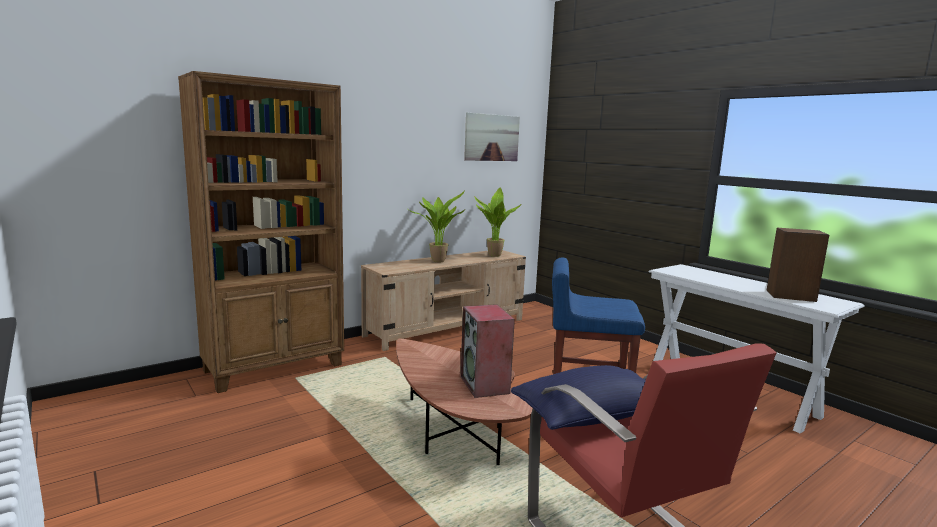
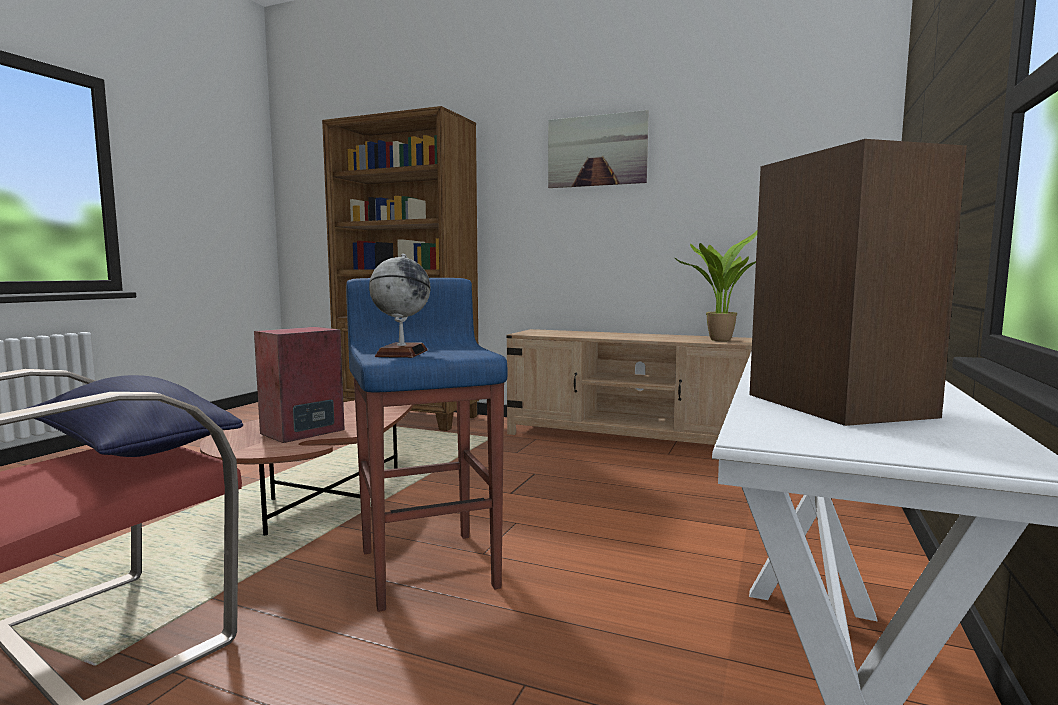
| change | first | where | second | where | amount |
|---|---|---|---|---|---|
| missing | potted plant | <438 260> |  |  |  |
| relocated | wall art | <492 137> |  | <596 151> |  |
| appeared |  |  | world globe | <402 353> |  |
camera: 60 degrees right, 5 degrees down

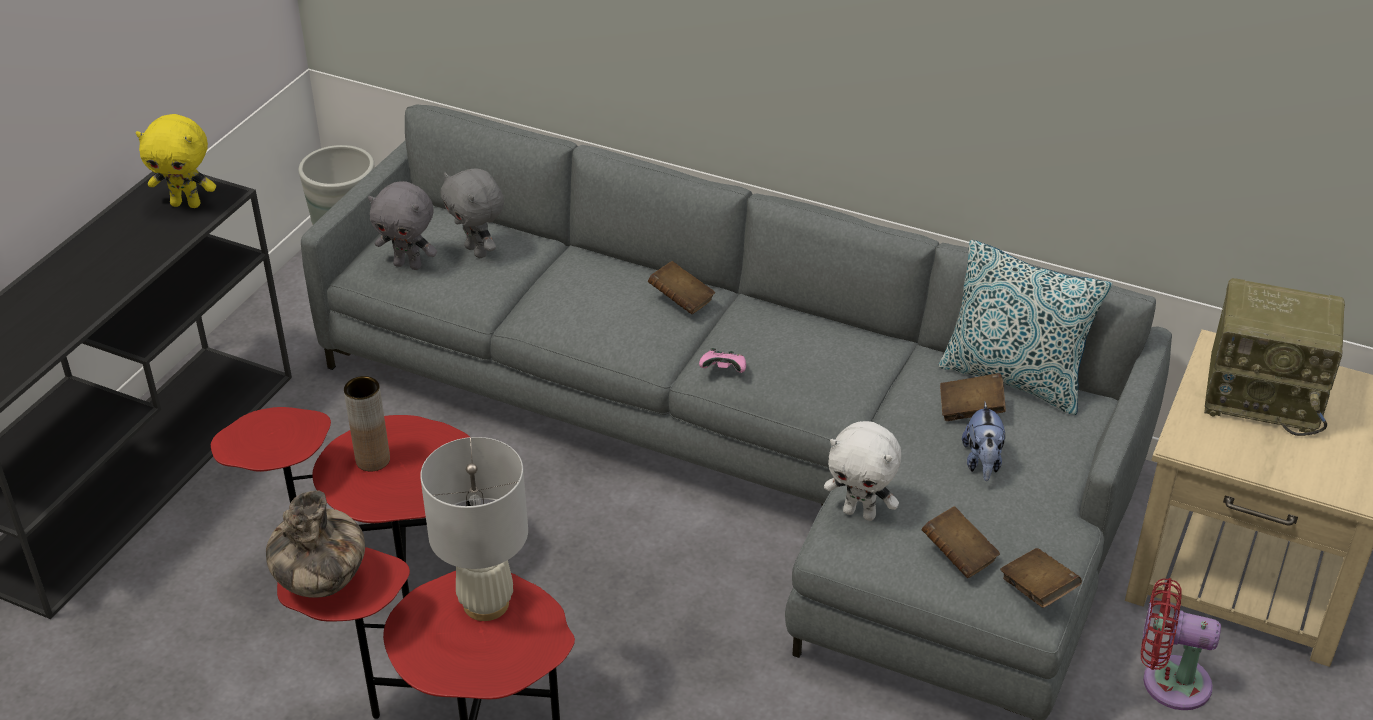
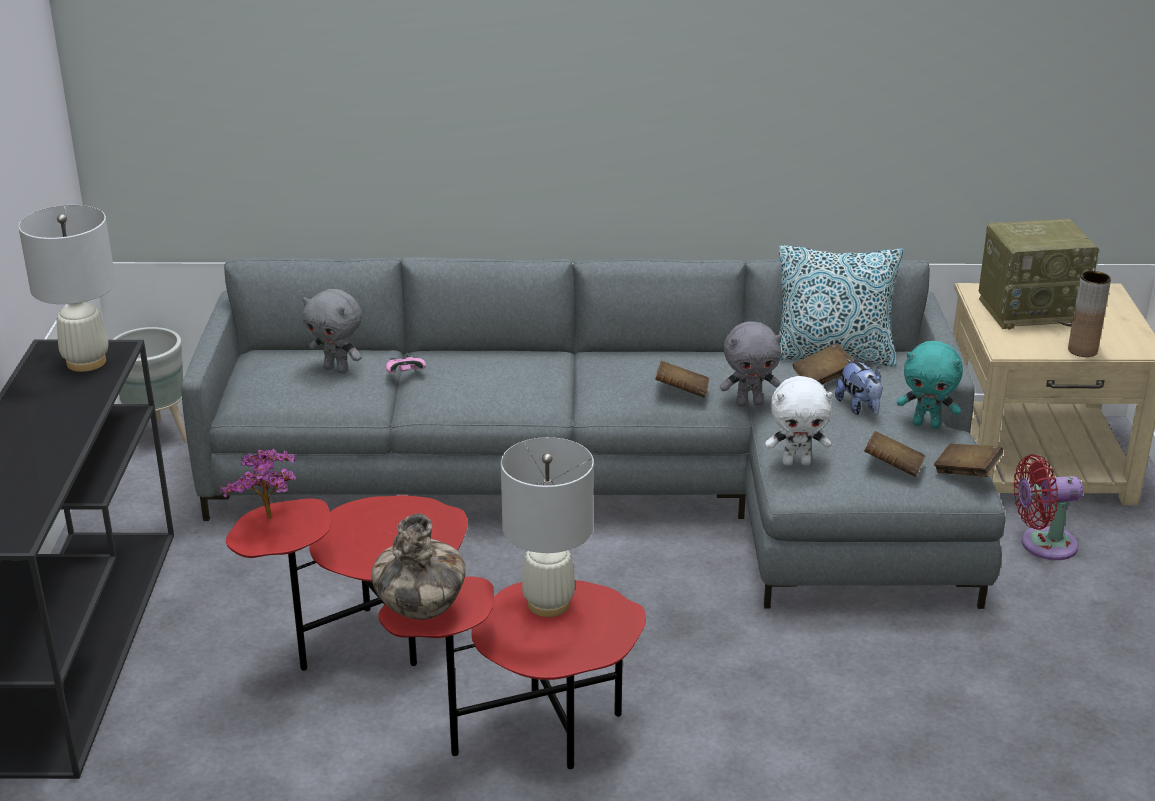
| change | first | where | second | where | amount |
|---|---|---|---|---|---|
| exchanged | yellow-coloured plush toy | <187 204> | whitish table lamp | <86 362> |  |
| relocated | brown-coloured vase | <373 460> |  | <1082 350> |  |
| relocated | grey plush toy | <409 265> |  | <749 403> |  |
| relocated | brown-coloured bound book | <681 300> |  | <681 392> |  |
| relocated | pink-coloured joypad | <724 370> |  | <405 374> |  |
| appeared |  |  | potted plant | <270 521> |  |
| appeared |  |  | turquoise plush toy | <926 424> |  |
camera: 25 degrees left, 10 degrees down

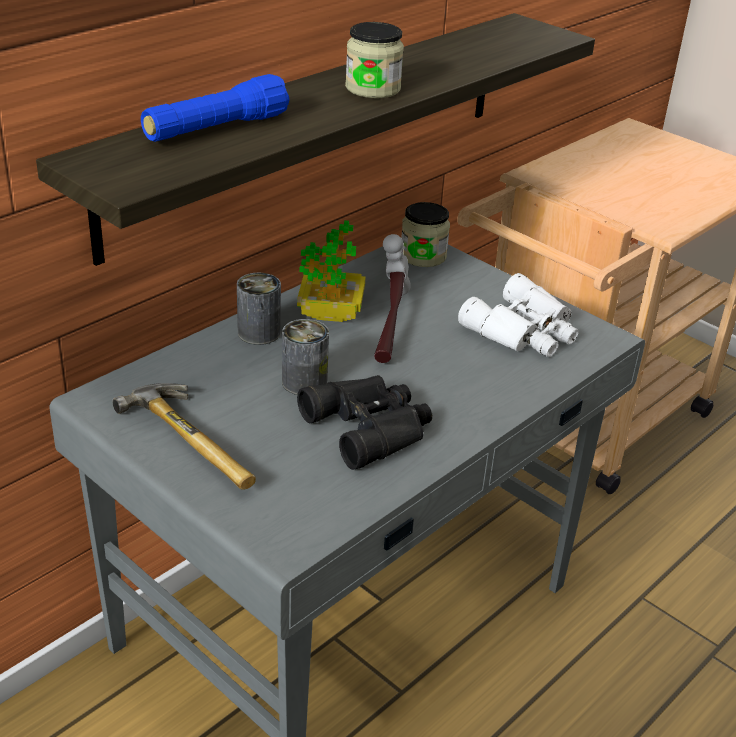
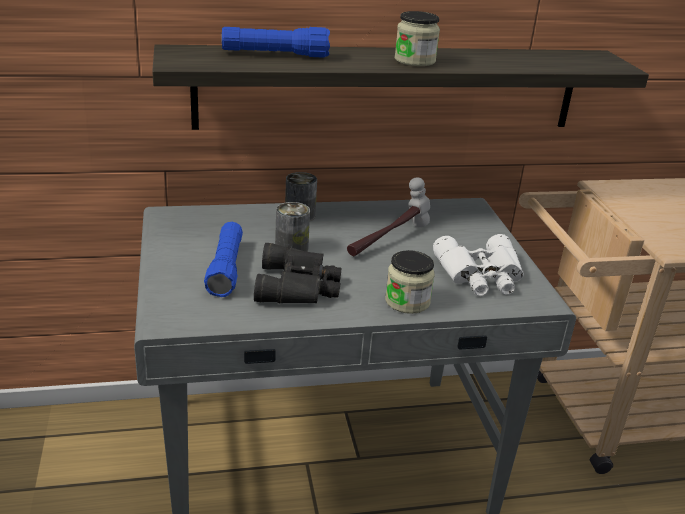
| change | first | where | second | where | amount |
|---|---|---|---|---|---|
| missing | hand hammer | <198 440> |  |  |  |
| missing | potted plant | <331 313> |  |  |  |
| relocated | preserve jar | <423 256> |  | <407 301> |  |
| appeared |  |  | bluish flashlight | <226 268> |  |
camera: 35 degrees right, 5 degrees down

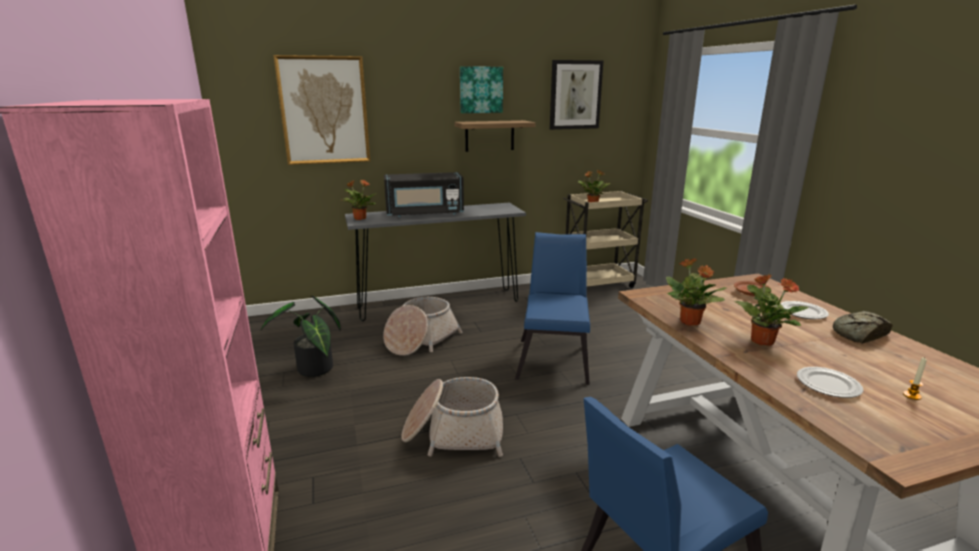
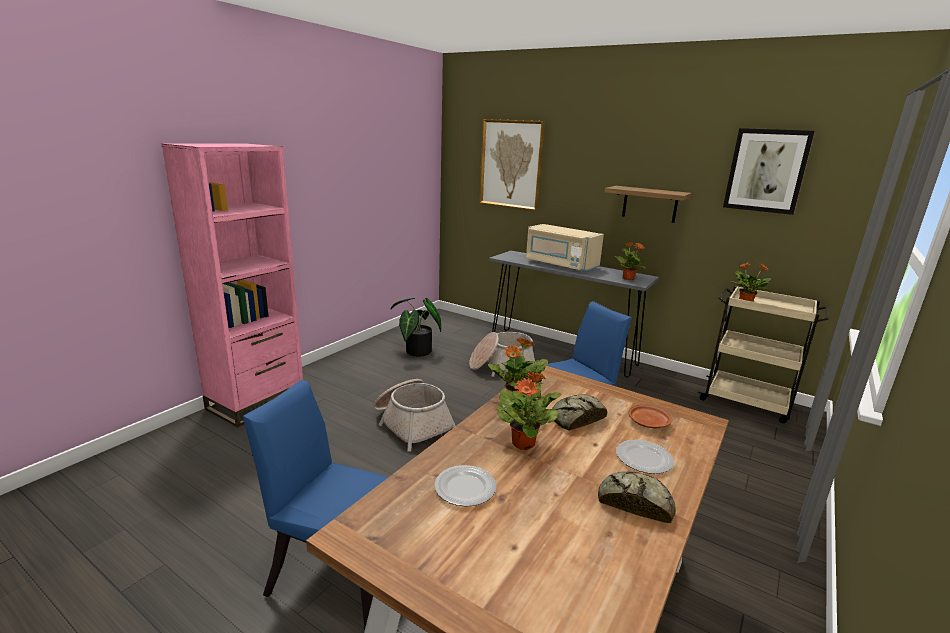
| change | first | where | second | where | amount |
|---|---|---|---|---|---|
| relocated | potted plant | <359 218> |  | <628 278> |  |
| colour | black-coloured microwave oven | <424 213> | beige-coloured microwave oven | <560 264> |  |
| missing | wall art | <480 90> |  |  |  |
| missing | wax light | <911 396> |  |  |  |
| appeared |  |  | bread | <575 418> |  |
camera: 50 degrees right, 0 degrees up

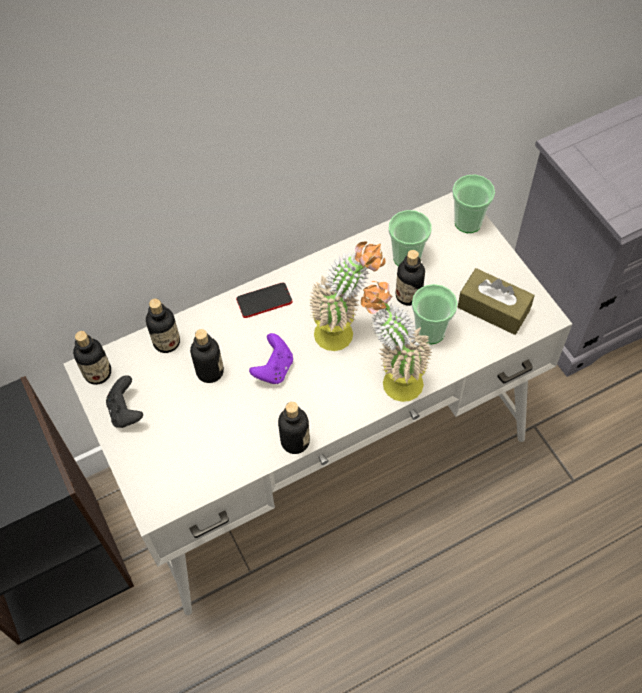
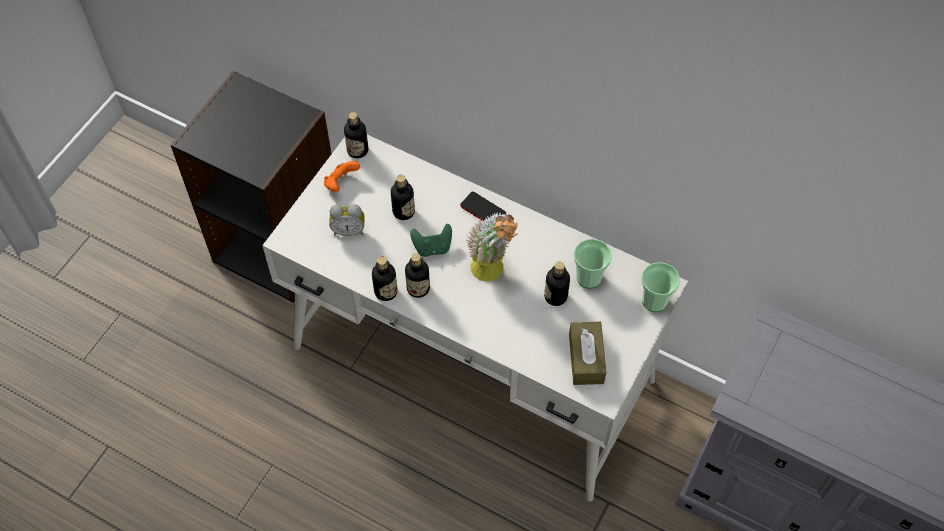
| change | first | where | second | where | amount |
|---|---|---|---|---|---|
| colour | black-coloured joypad | <126 412> | orangey joypad | <341 183> |  |
| relocated | bottle | <166 342> |  | <418 288> |  |
| colour | purplish joypad | <274 369> | greenish joypad | <432 247> |  |
| missing | potted plant | <392 380> |  |  |  |
| missing | cup | <430 332> |  |  |  |
| appeared |  |  | bedside clock | <349 230> |  |
camera: 55 degrees right, 0 degrees up

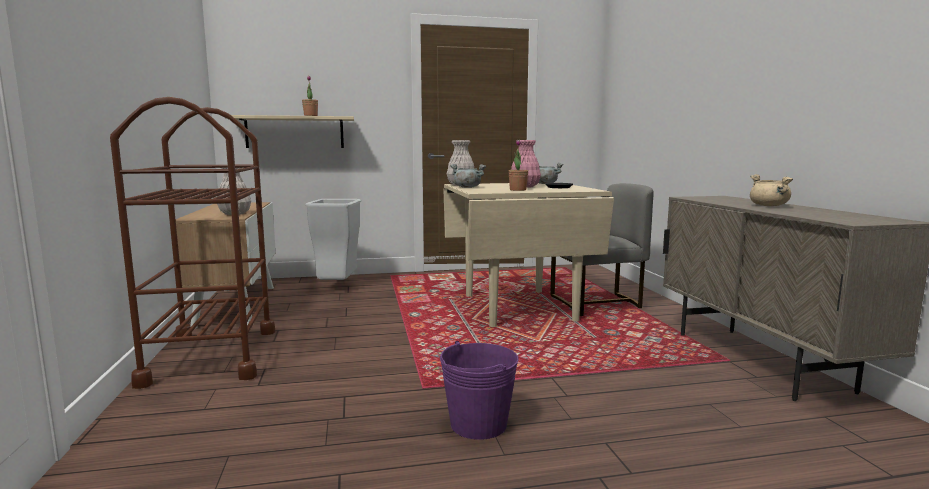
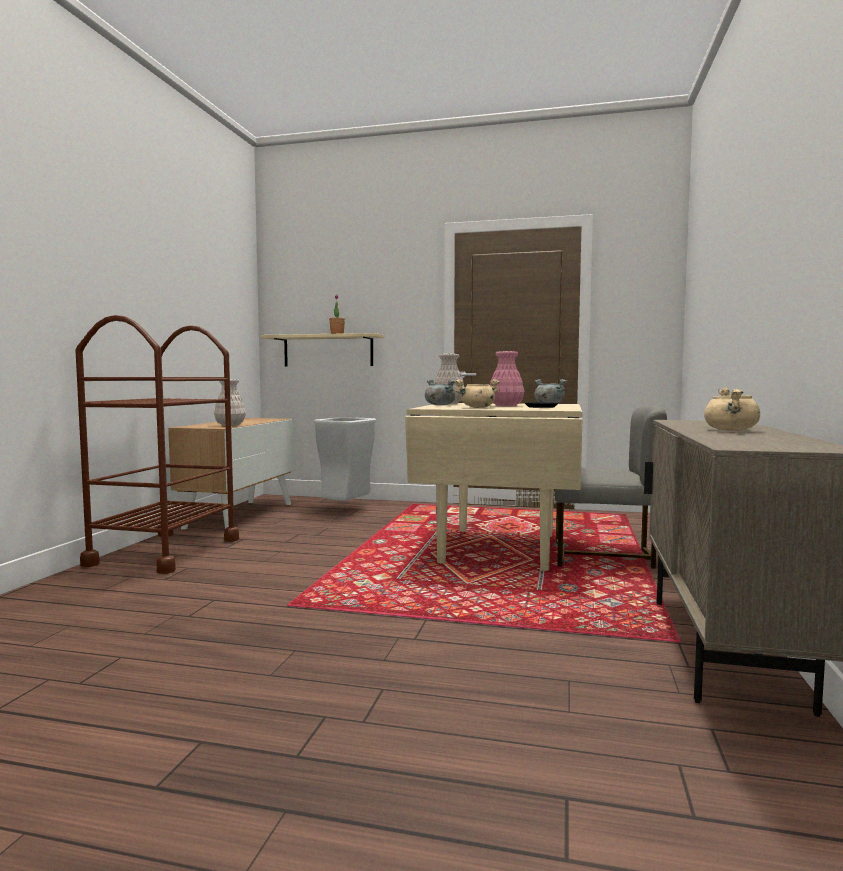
| change | first | where | second | where | amount |
|---|---|---|---|---|---|
| missing | purplish pail | <478 424> |  |  |  |
| exchanged | potted plant | <518 190> | beige-coloured cooking pot | <477 407> |  |
camera: 25 degrees right, 5 degrees down

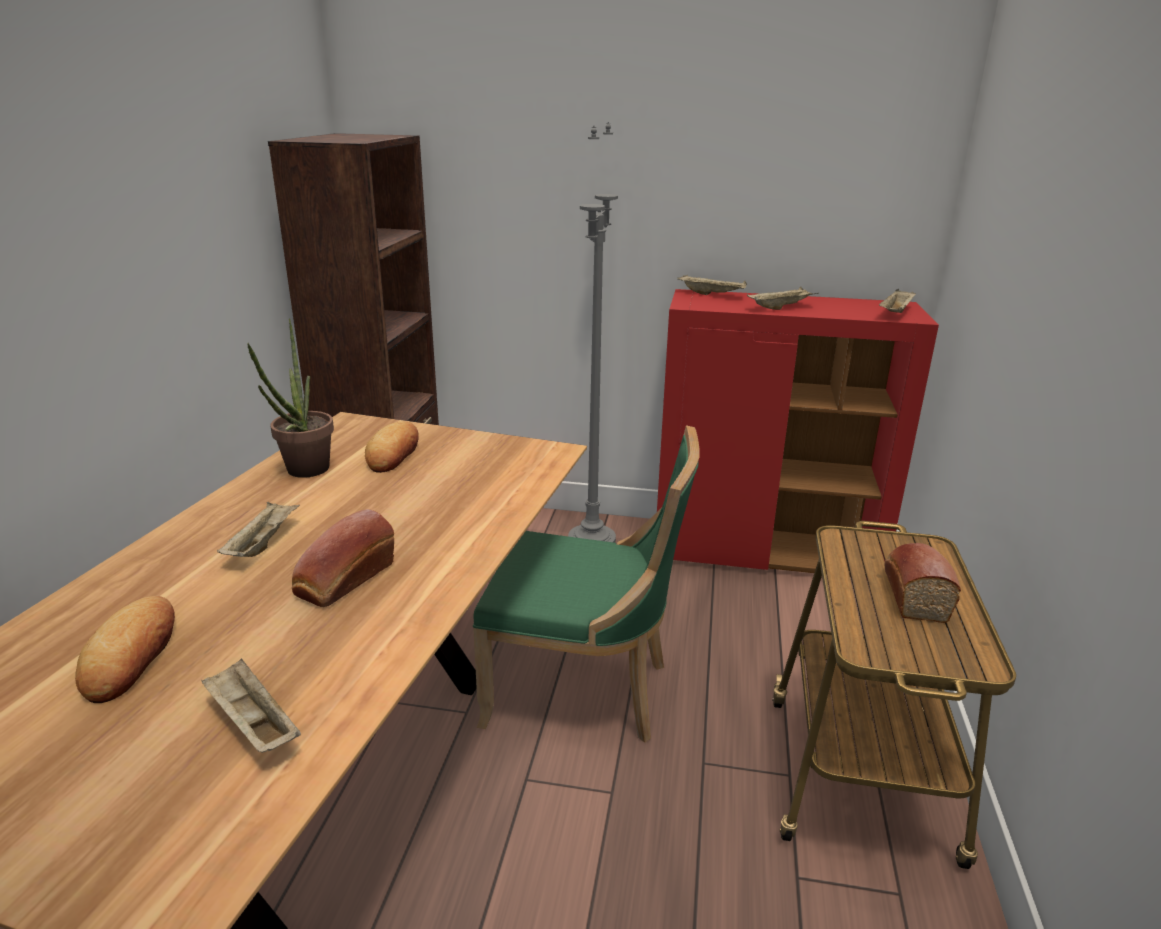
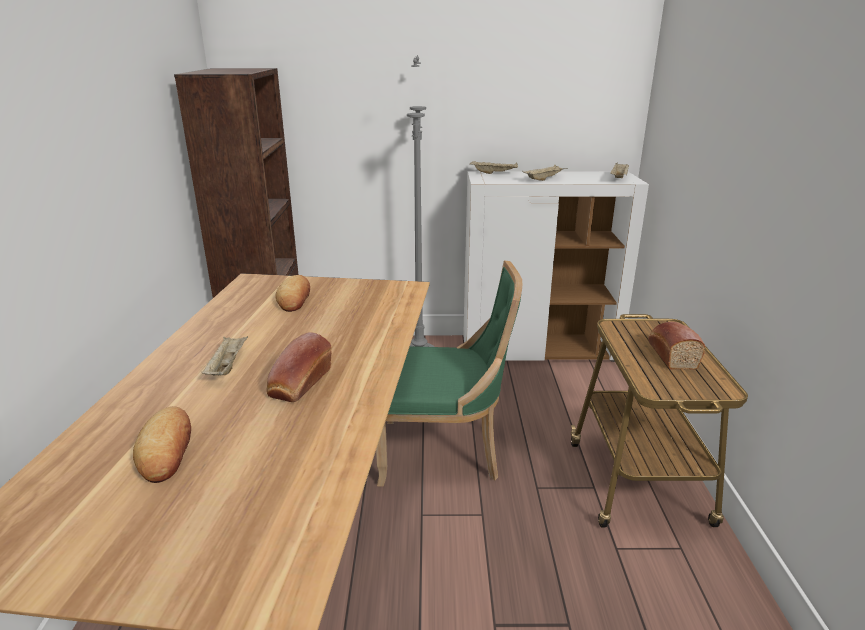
| change | first | where | second | where | amount |
|---|---|---|---|---|---|
| missing | beige-coloured carrying tray | <252 724> |  |  |  |
| missing | potted plant | <304 473> |  |  |  |
| colour | reddish storage cabinet | <766 553> | whitish storage cabinet | <539 350> |  |
camera: 10 degrees left, 0 degrees up

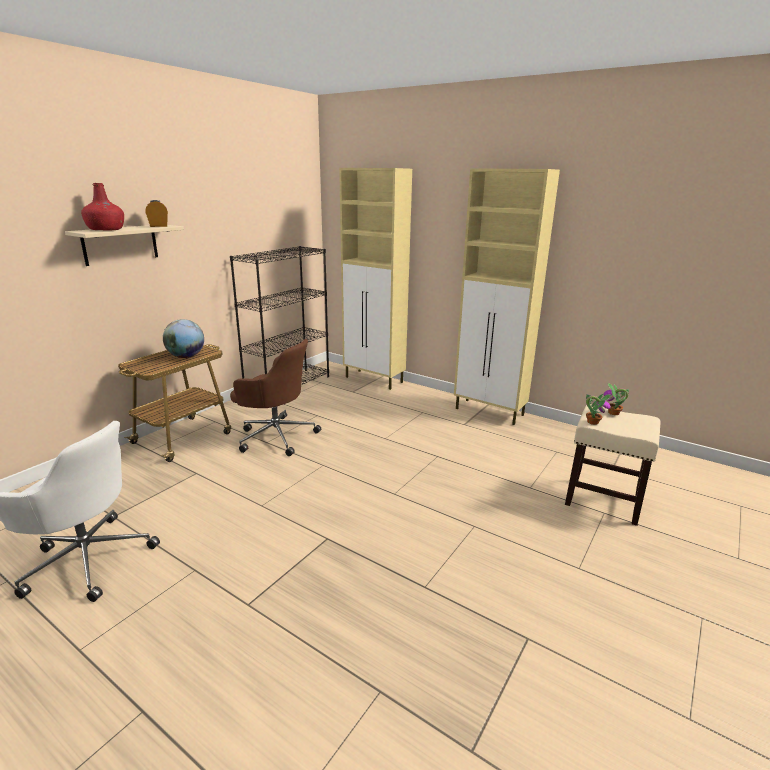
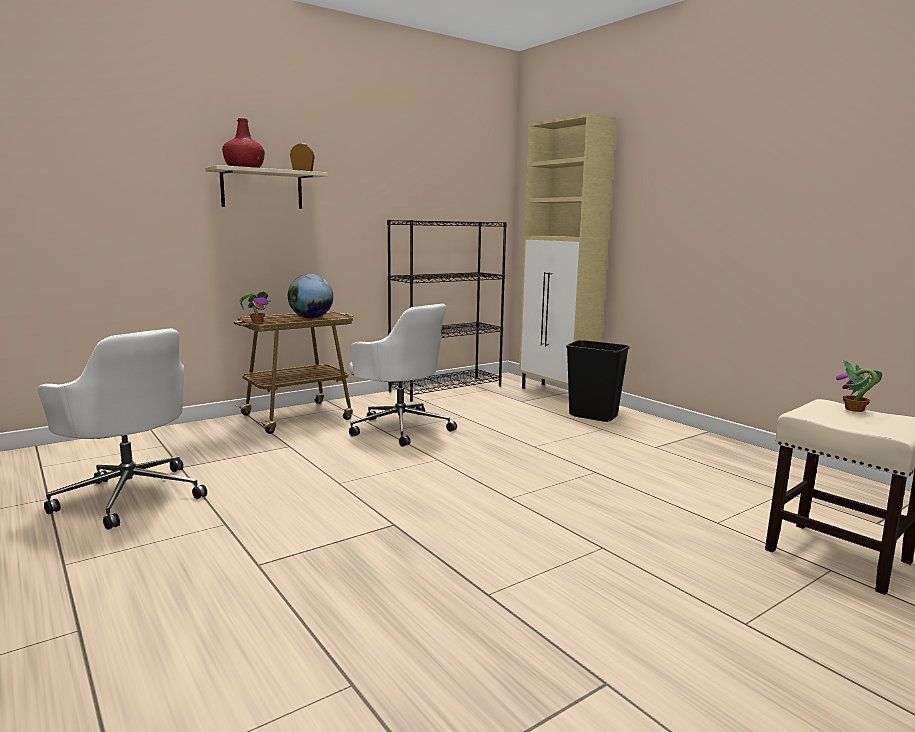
| change | first | where | second | where | amount |
|---|---|---|---|---|---|
| colour | brown-coloured desk chair | <276 436> | whitish desk chair | <400 428> |  |
| missing | beige-coloured storage cabinet | <490 412> |  |  |  |
| relocated | potted plant | <592 422> |  | <257 321> |  |
| appeared |  |  | black-coloured trash can | <593 416> |  |
camera: 20 degrees right, 10 degrees down

